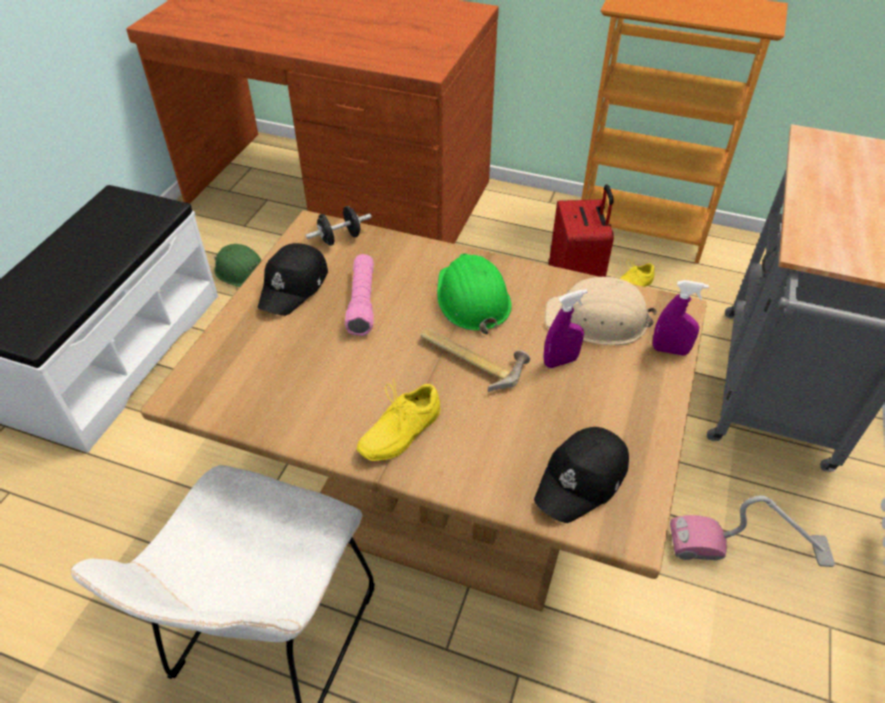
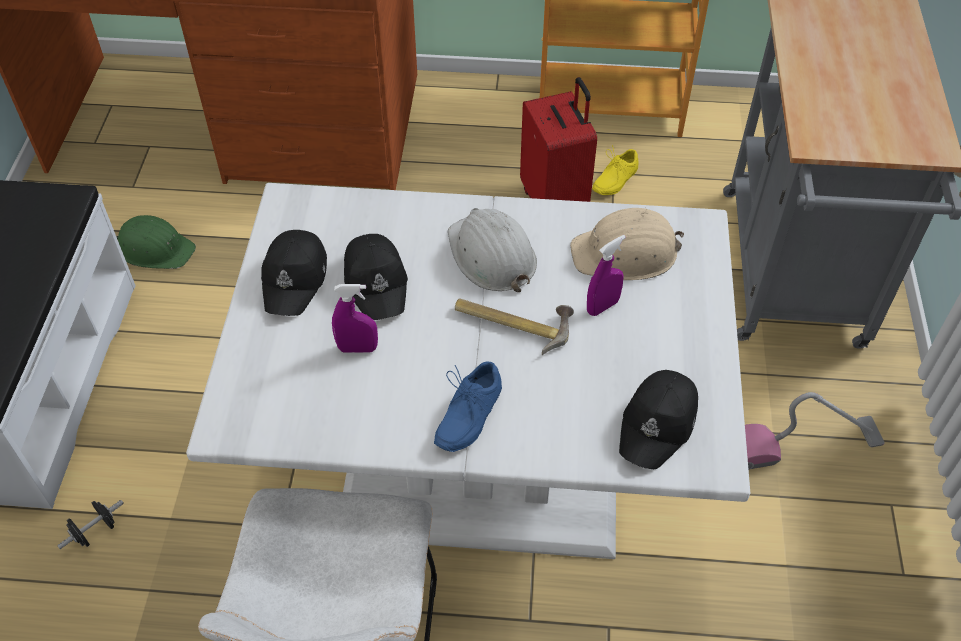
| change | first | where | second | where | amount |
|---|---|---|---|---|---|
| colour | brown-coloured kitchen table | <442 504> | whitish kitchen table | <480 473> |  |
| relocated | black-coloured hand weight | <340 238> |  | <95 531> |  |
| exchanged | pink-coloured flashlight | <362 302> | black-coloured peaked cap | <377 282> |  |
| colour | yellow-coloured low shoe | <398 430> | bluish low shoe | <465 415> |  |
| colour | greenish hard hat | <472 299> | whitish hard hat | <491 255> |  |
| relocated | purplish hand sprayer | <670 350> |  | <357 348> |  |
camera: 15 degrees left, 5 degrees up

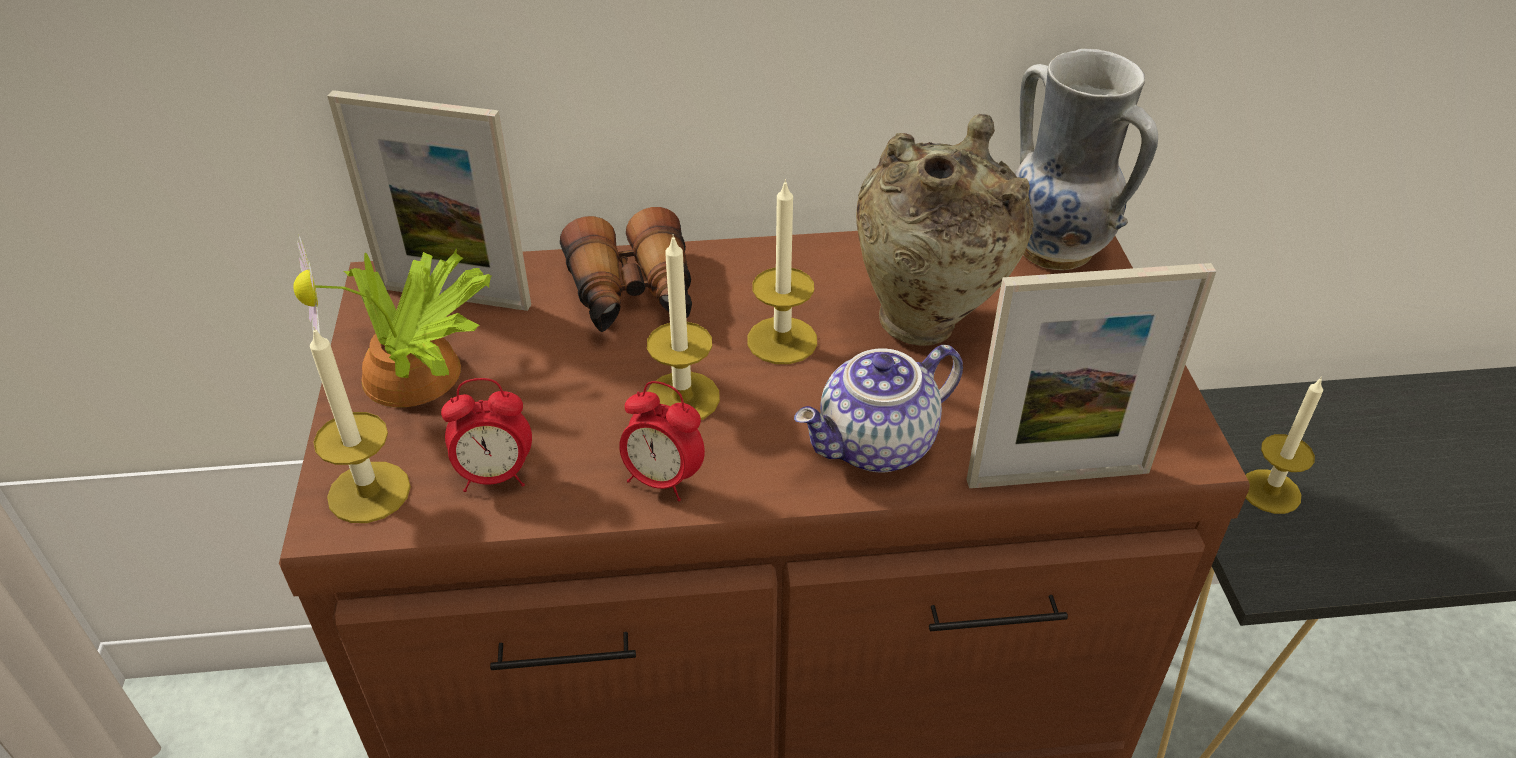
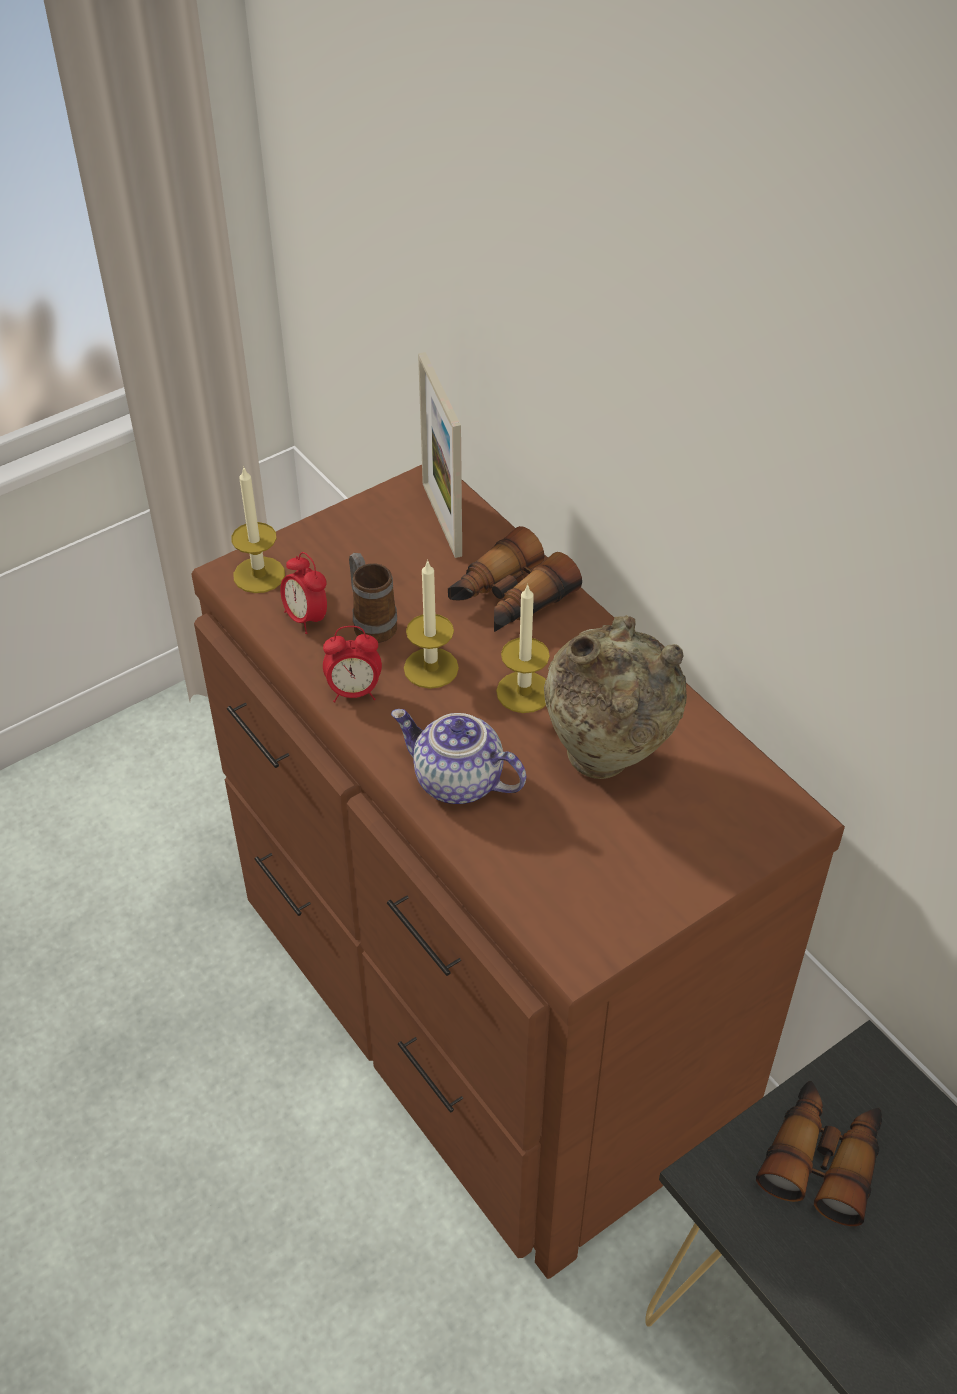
| change | first | where | second | where | amount |
|---|---|---|---|---|---|
| missing | potted plant | <418 374> |  |  |  |
| spun | bedside clock | <663 479> |  | <354 692> | 90 degrees counterclockwise |
| missing | photo frame | <1058 476> |  |  |  |
| missing | vase | <1057 248> |  |  |  |
| exchanged | wax light | <1270 491> | field glasses | <822 1158> |  |
| appeared |  |  | mug | <371 622> |  |
camera: 60 degrees right, 5 degrees up

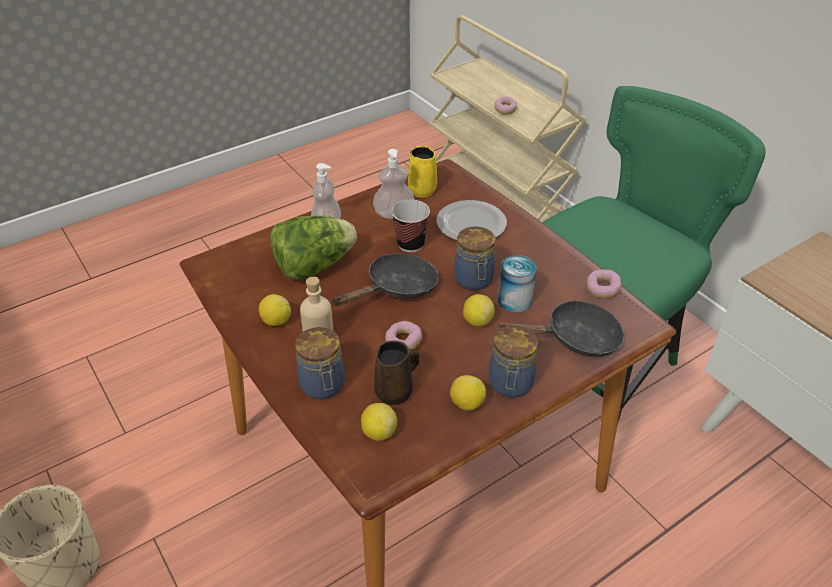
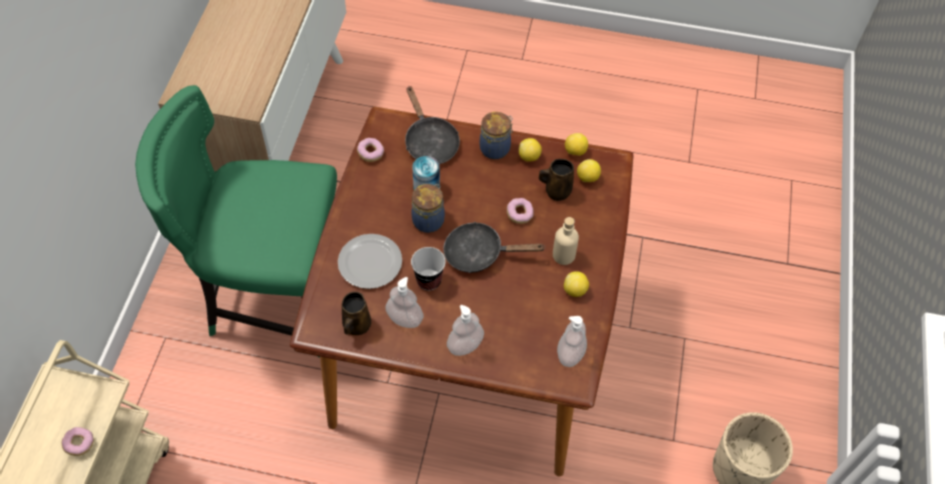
| change | first | where | second | where | amount |
|---|---|---|---|---|---|
| missing | head of lettuce | <314 266> |  |  |  |
| missing | preserve jar | <323 386> |  |  |  |
| colour | yellow-coloured mug | <421 189> | brown-coloured mug | <356 326> |  |
| relocated | whole lemon | <477 321> |  | <575 151> |  |
| spun | black-coloured frying pan | <575 338> |  | <429 142> | 150 degrees counterclockwise |
| appeared |  |  | soap bottle | <570 353> |  |
camera: 135 degrees left, 15 degrees up

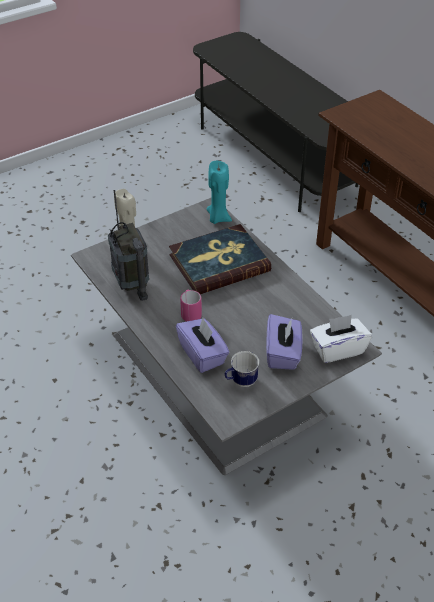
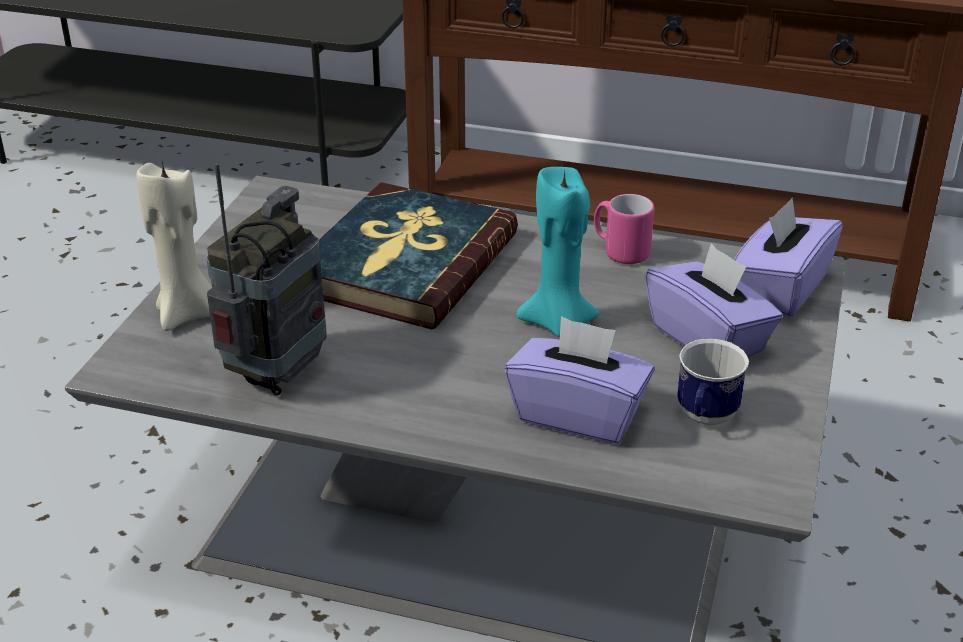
| change | first | where | second | where | amount |
|---|---|---|---|---|---|
| spun | radio set | <131 285> |  | <277 374> | 90 degrees counterclockwise |
| relocated | pink-coloured mug | <190 313> |  | <620 252> |  |
| relocated | turquoise wax light | <218 218> |  | <558 324> |  |
| colour | whitish tissue holder | <338 349> | purplish tissue holder | <780 289> |  |
camera: 40 degrees left, 10 degrees down

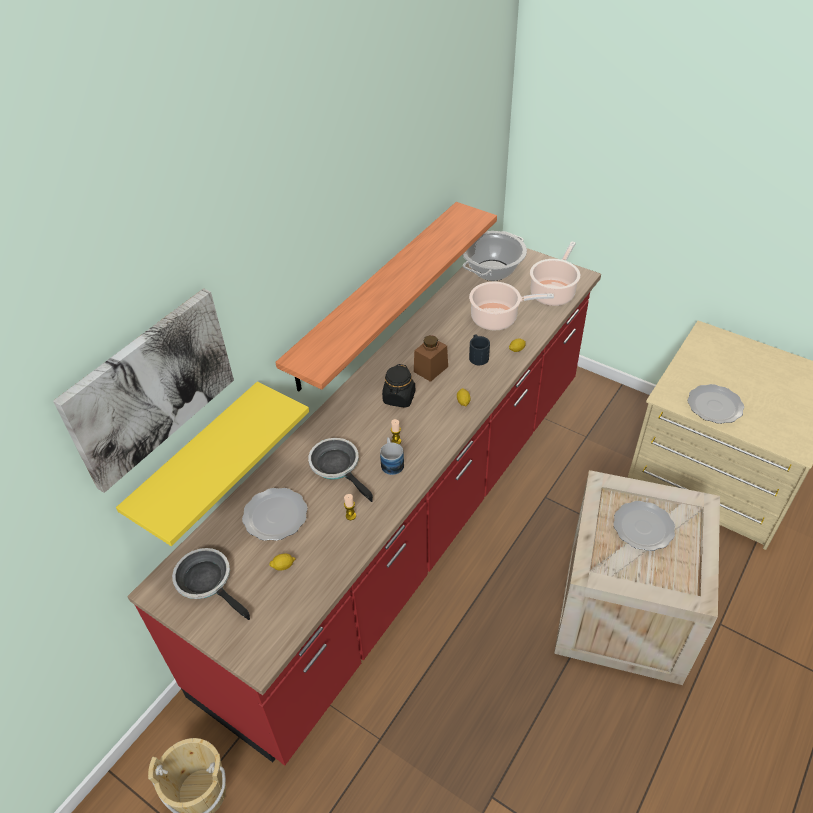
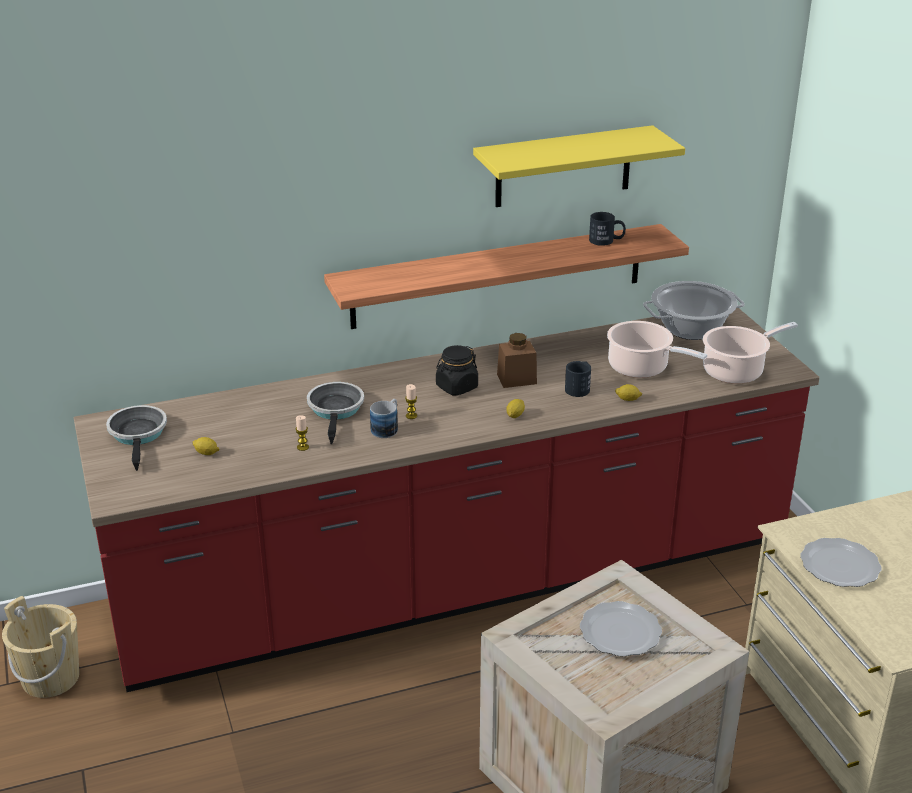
| change | first | where | second | where | amount |
|---|---|---|---|---|---|
| missing | wall art | <150 387> |  |  |  |
| relocated | yellow-coloured wall shelf | <198 460> |  | <563 167> |  |
| missing | dinner plate | <275 516> |  |  |  |
| appeared |  |  | black-coloured mug | <606 241> |  |
camera: 35 degrees right, 15 degrees down

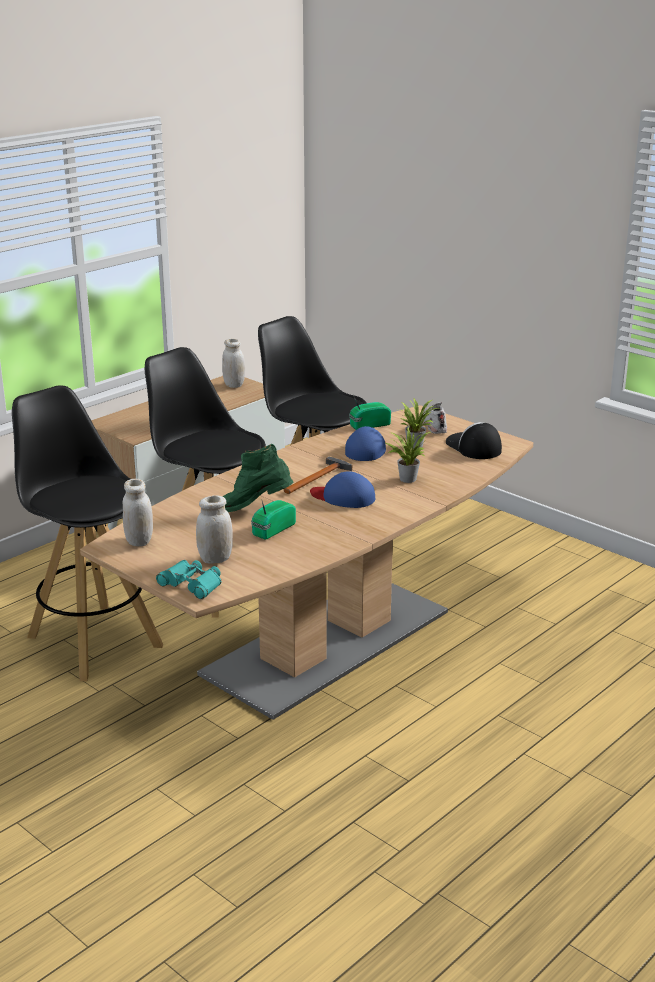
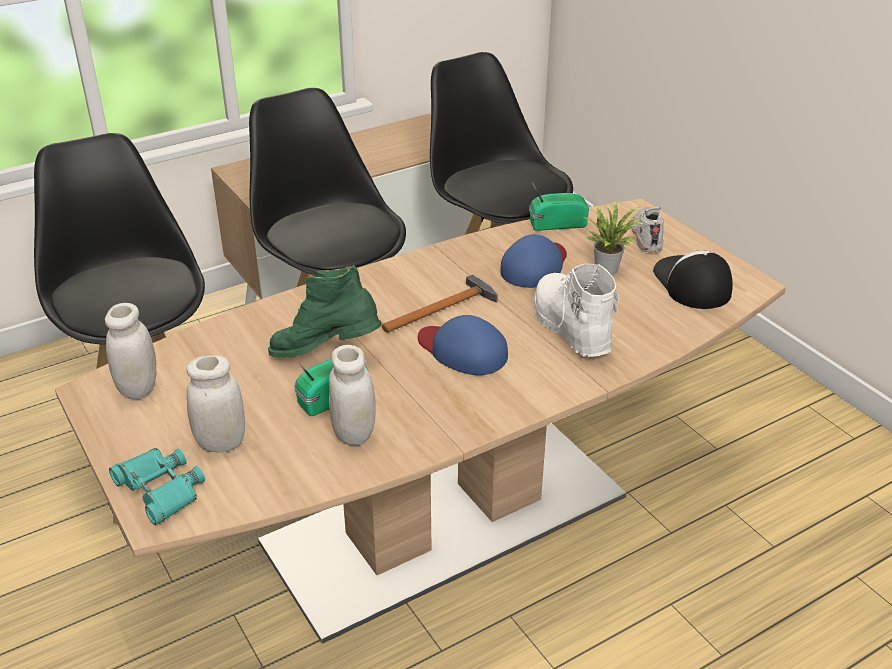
| change | first | where | second | where | amount |
|---|---|---|---|---|---|
| relocated | whitish preserve jar | <234 385> |  | <354 433> |  |
| exchanged | potted plant | <406 478> | whitish tall boot | <569 328> |  |
camera: 15 degrees right, 10 degrees up

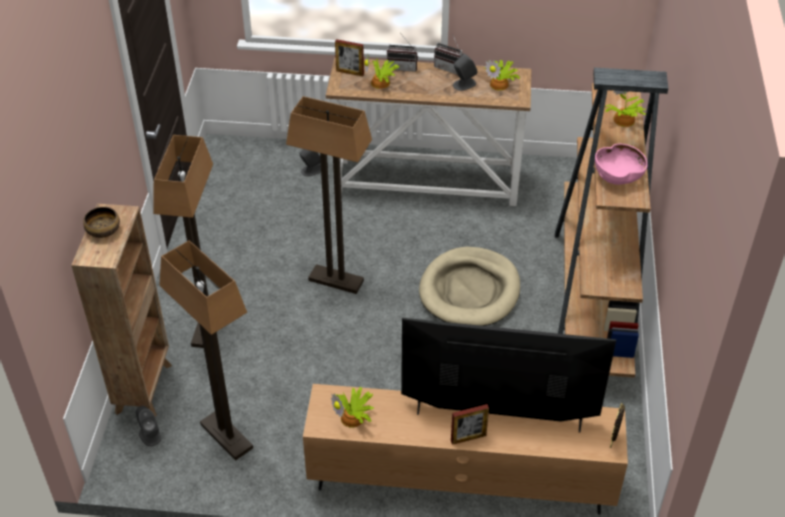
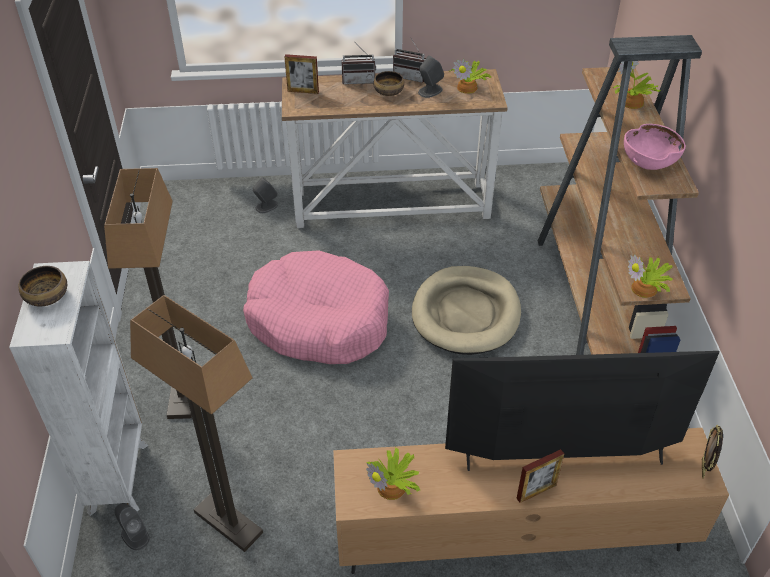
| change | first | where | second | where | amount |
|---|---|---|---|---|---|
| colour | brown-coloured bookshelf | <144 387> | whitish bookshelf | <119 476> |  |
| exchanged | standing lamp | <336 280> | pink-coloured dog bed | <319 321> |  |
| relocated | potted plant | <381 83> |  | <646 289> |  |
| appeared |  |  | deep dish | <388 92> |  |
camera: 10 degrees left, 0 degrees up

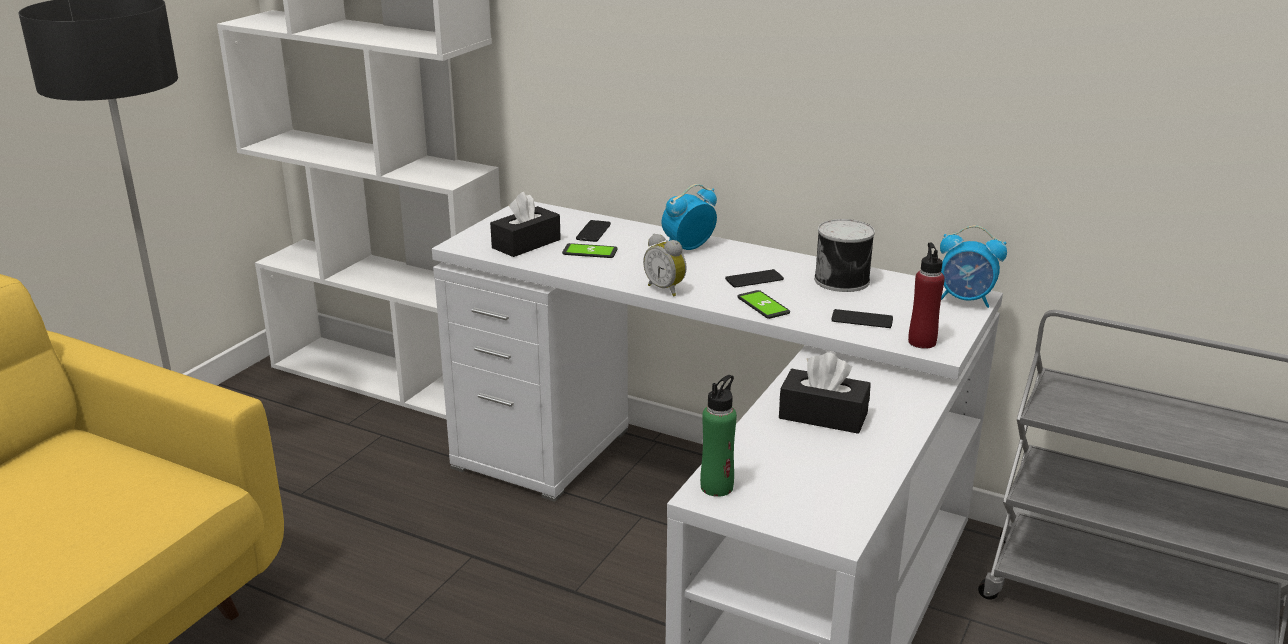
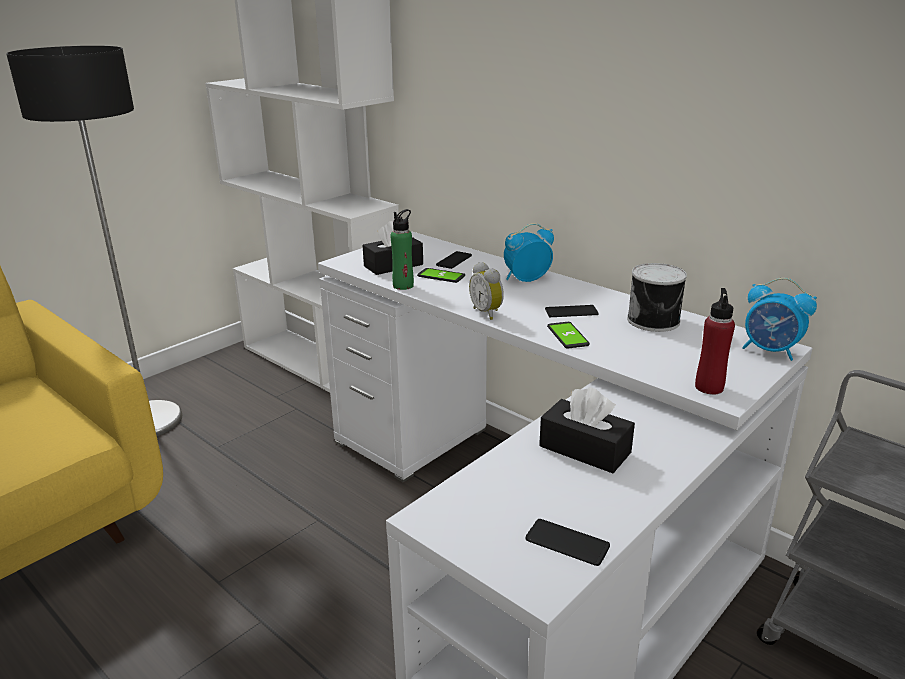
| change | first | where | second | where | amount |
|---|---|---|---|---|---|
| relocated | greenish bottle | <717 487> |  | <403 285> |  |
| relocated | handset | <862 320> |  | <567 543> |  |
camera: 15 degrees right, 0 degrees up

